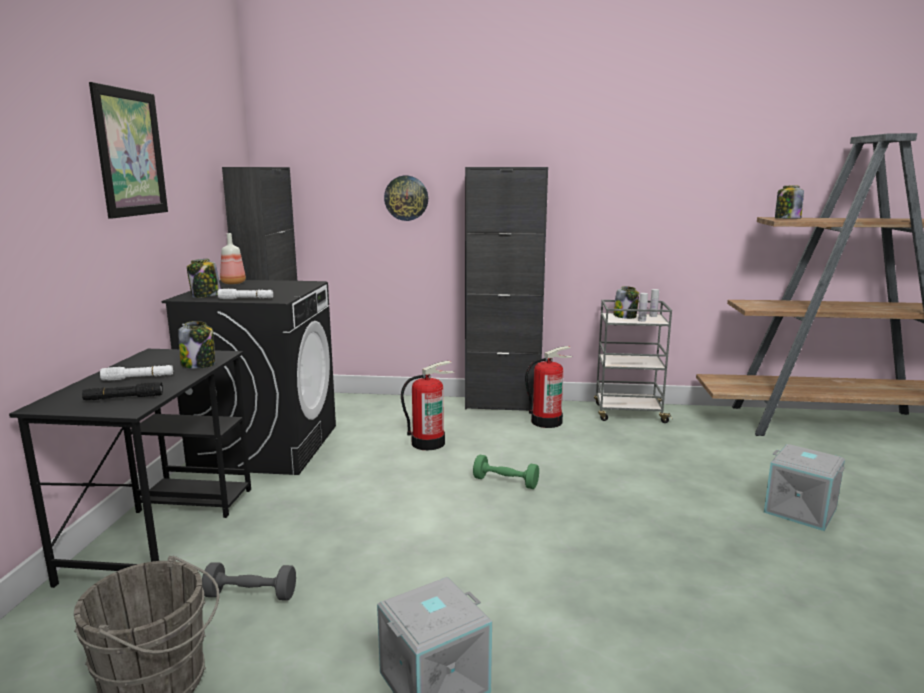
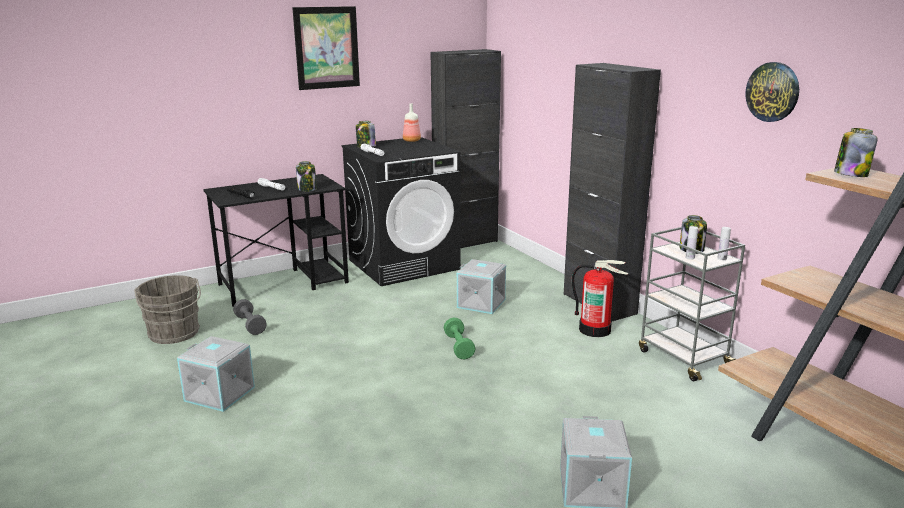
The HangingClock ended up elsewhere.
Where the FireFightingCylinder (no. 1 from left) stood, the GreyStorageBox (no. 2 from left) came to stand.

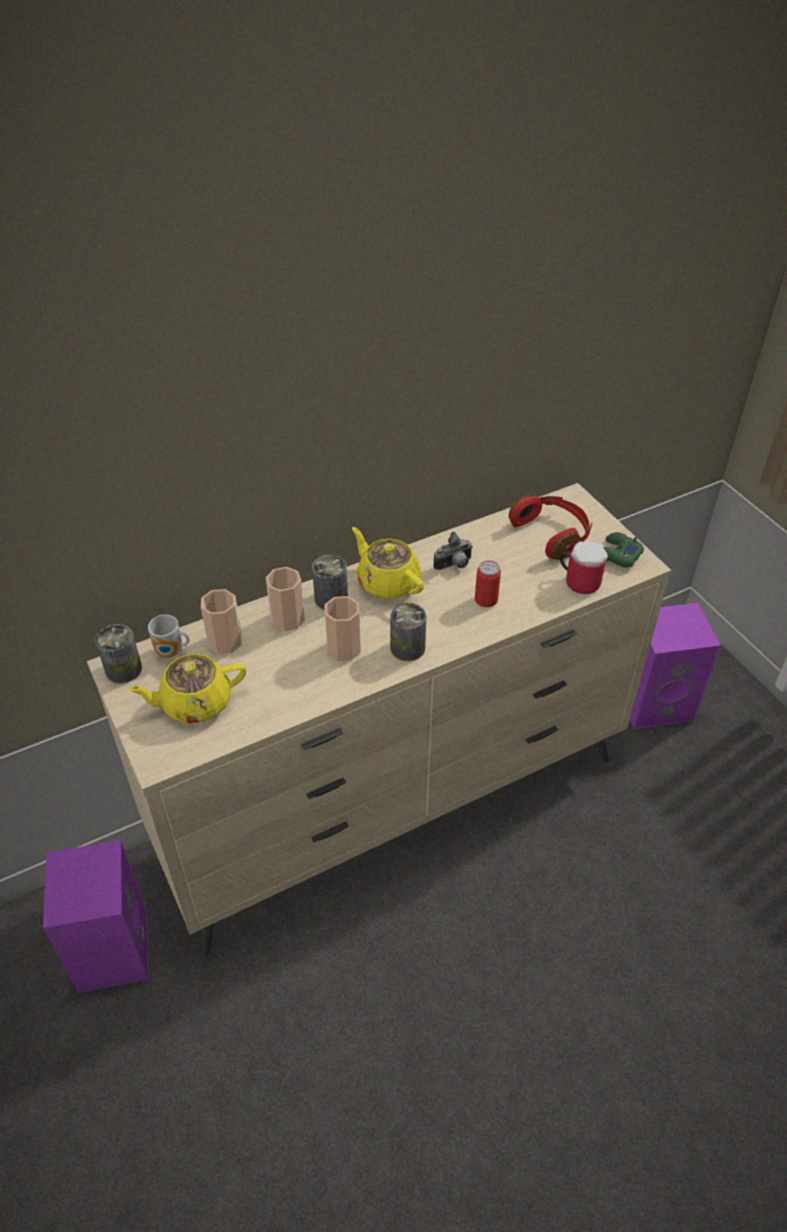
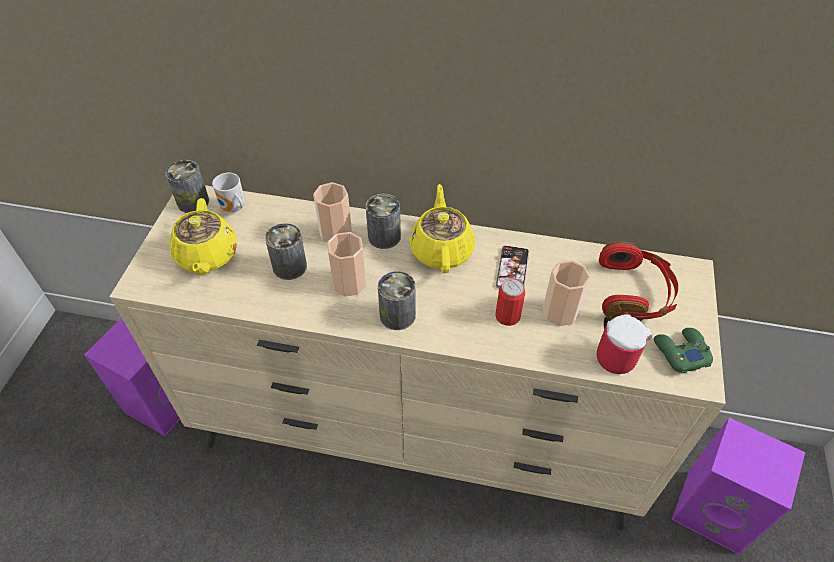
Where the StillCamera stood, the Handset came to stand.
The DrinkingCup (no. 1 from left in the first image) ended up elsewhere.
The YellowPotForTea (no. 1 from left) ended up facing another way, 120 degrees counterclockwise from before.
The second view gained the MetalCan (no. 2 from left).

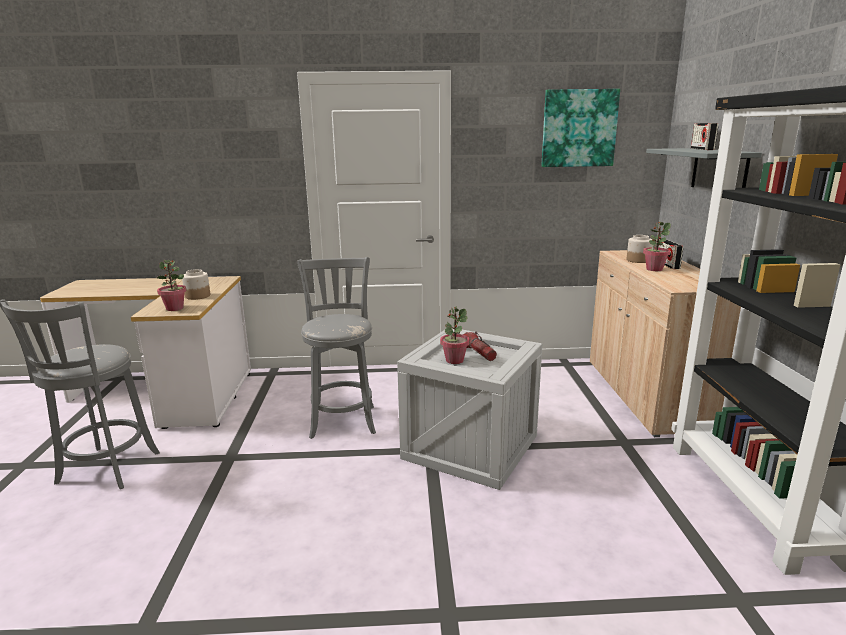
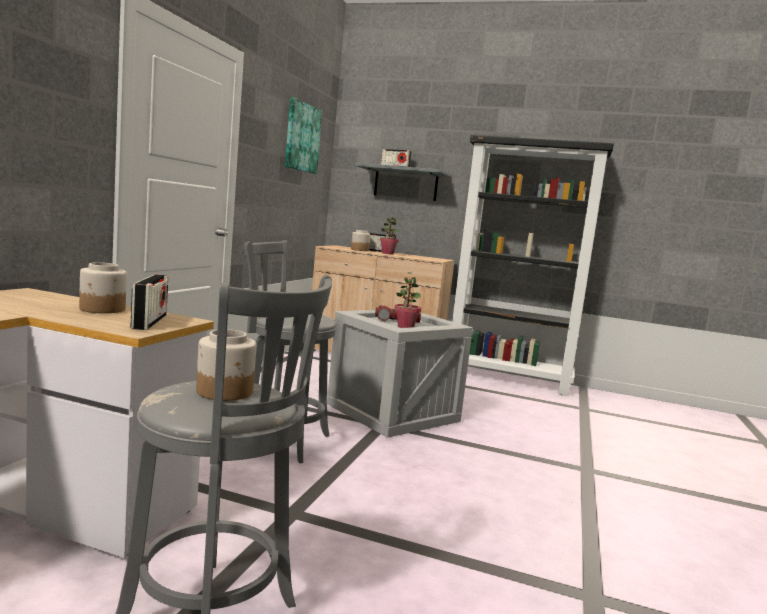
Where the PottedPlant (no. 1 from left) stood, the Radio (no. 1 from left) came to stand.
The second view gained the Jar (no. 2 from left).

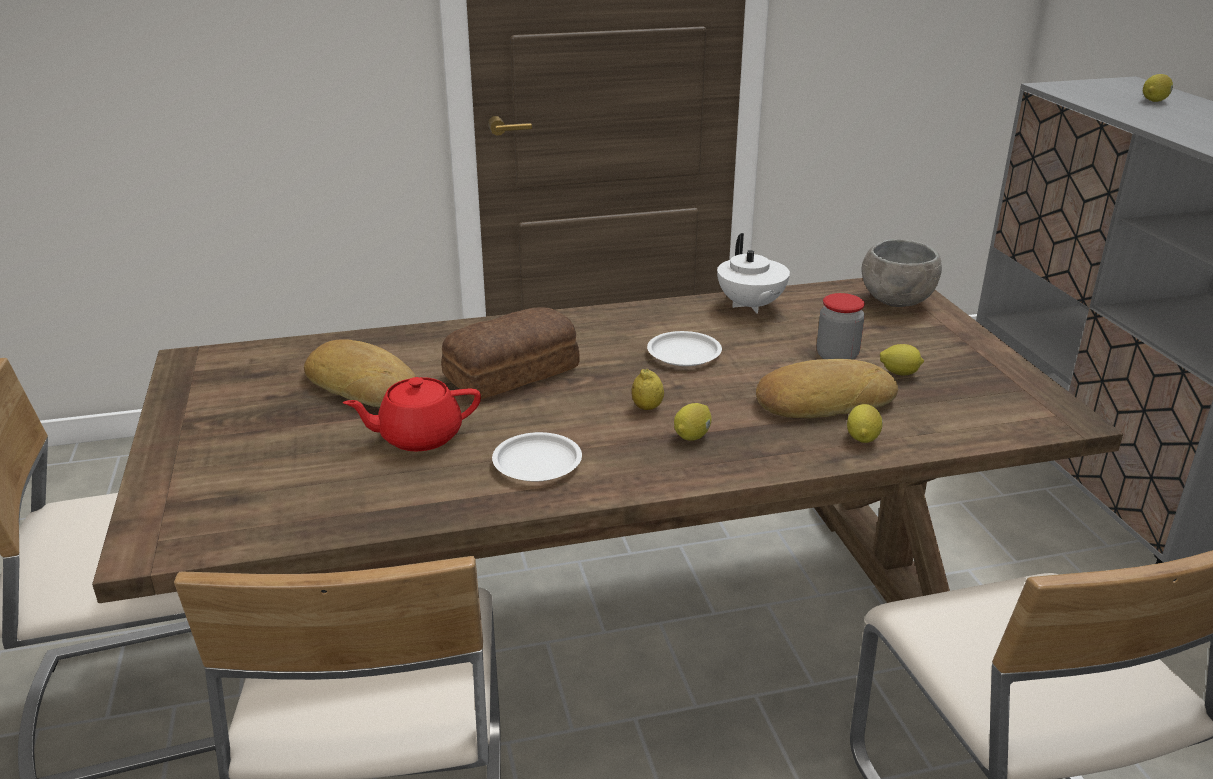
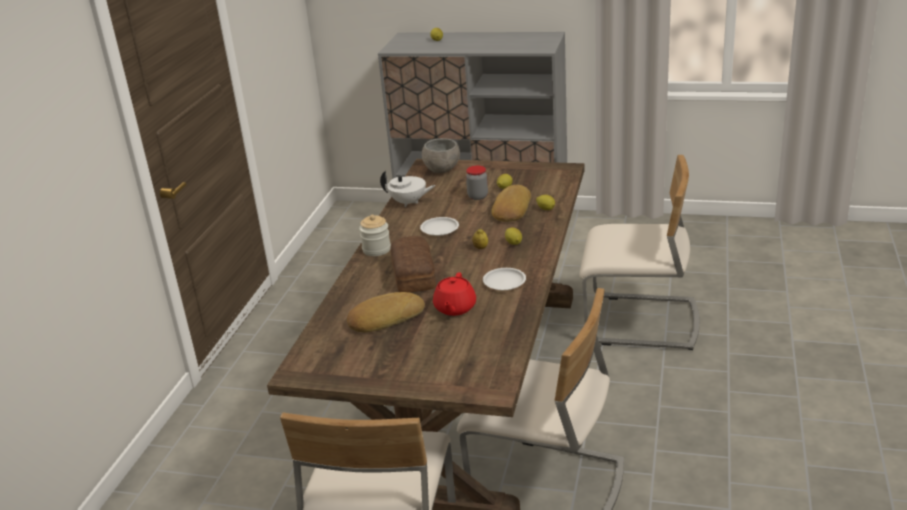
The second view gained the Jar (no. 1 from left).

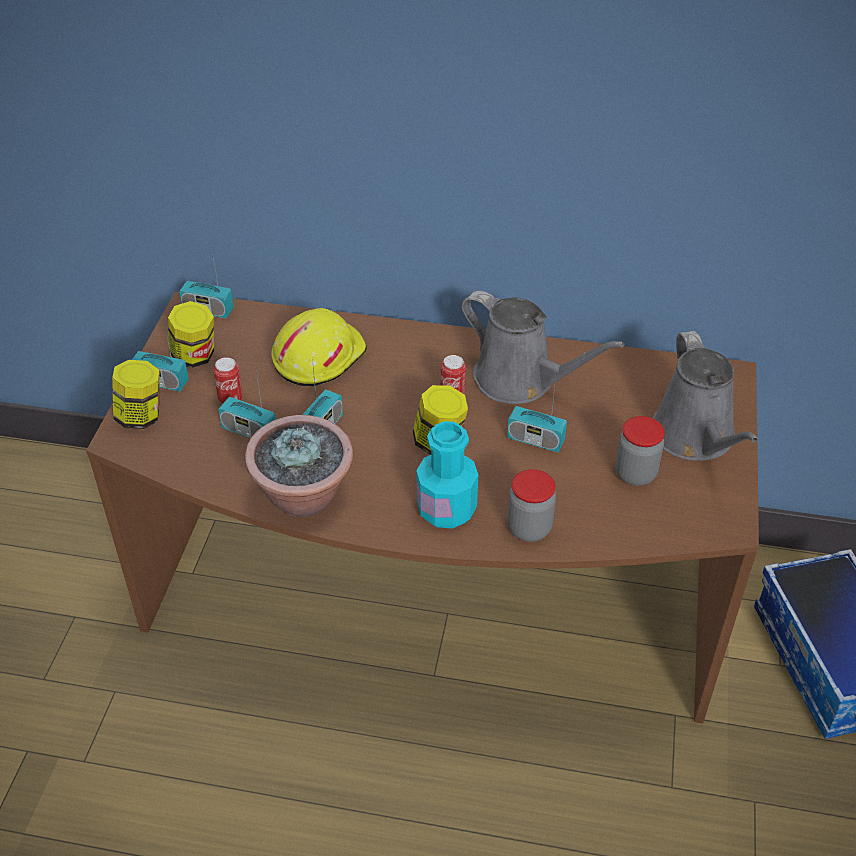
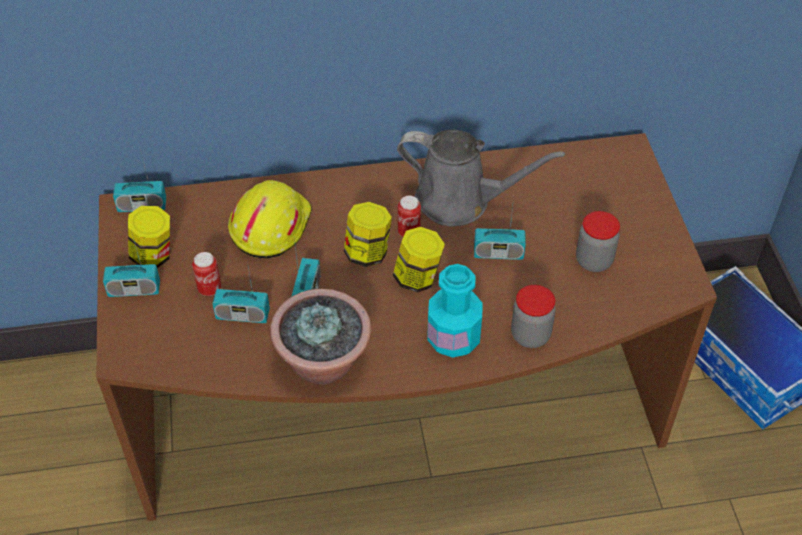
The second view lost the GreyWateringCan (no. 2 from left).
The Jar (no. 1 from left in the first image) ended up elsewhere.

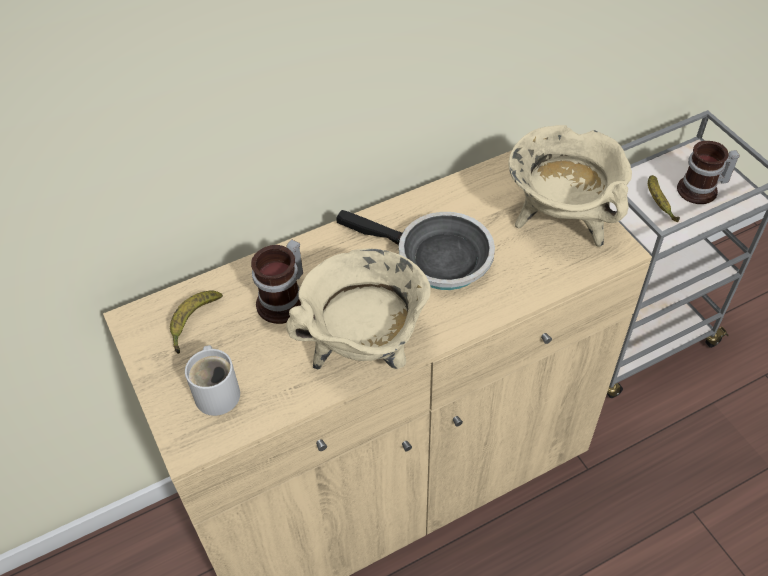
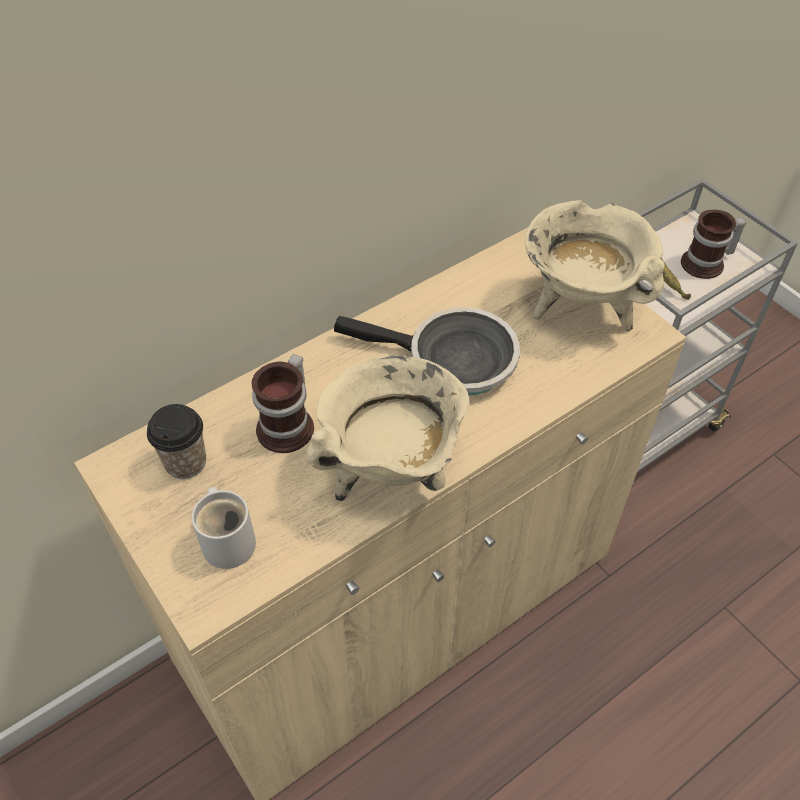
Where the Banana (no. 1 from left) stood, the DrinkingCup came to stand.

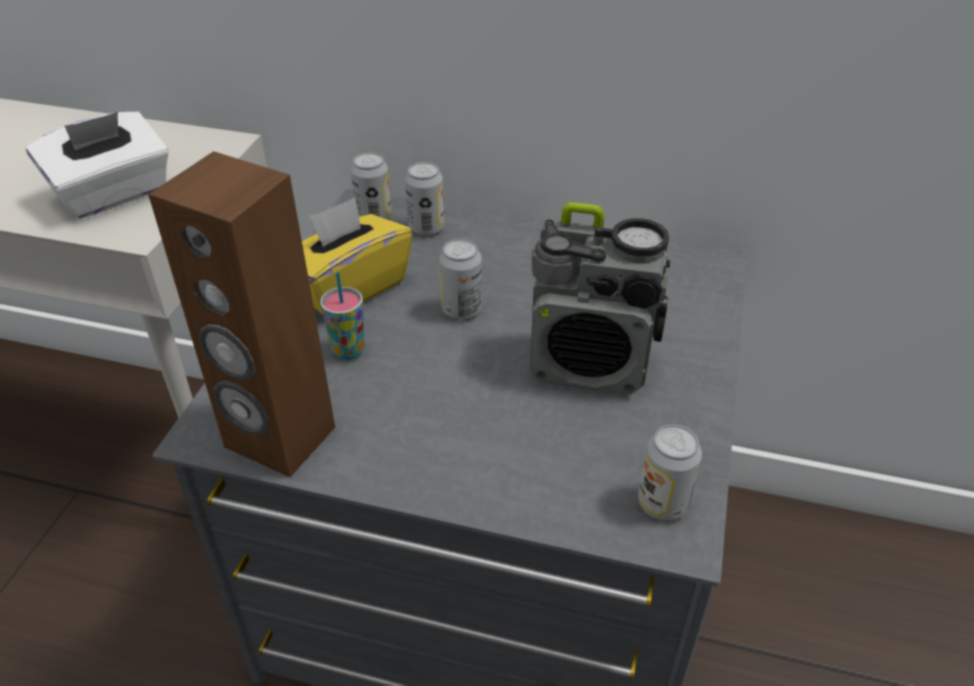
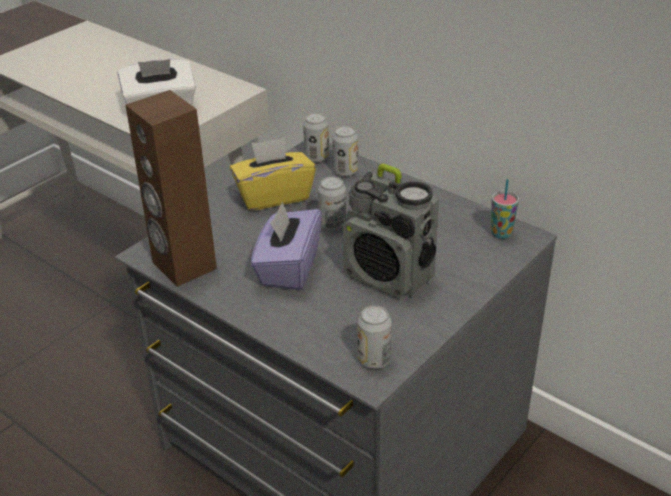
The DrinkingCup ended up elsewhere.
The second view gained the PurpleBoxOfTissues.

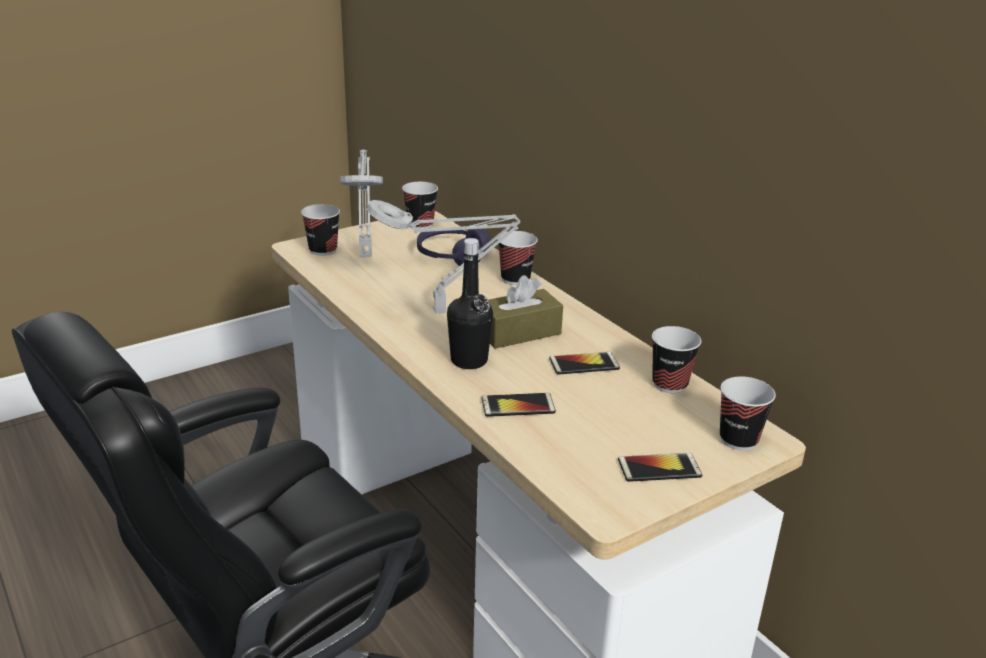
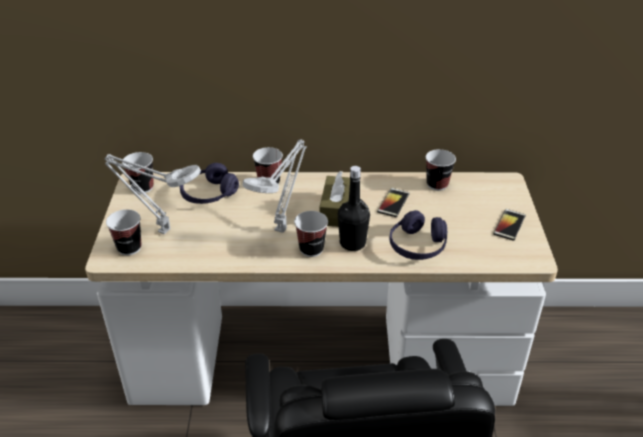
The DrinkingCup (no. 5 from left in the first image) ended up elsewhere.
Where the Handset (no. 1 from left) stood, the PurpleHeadset (no. 2 from left) came to stand.

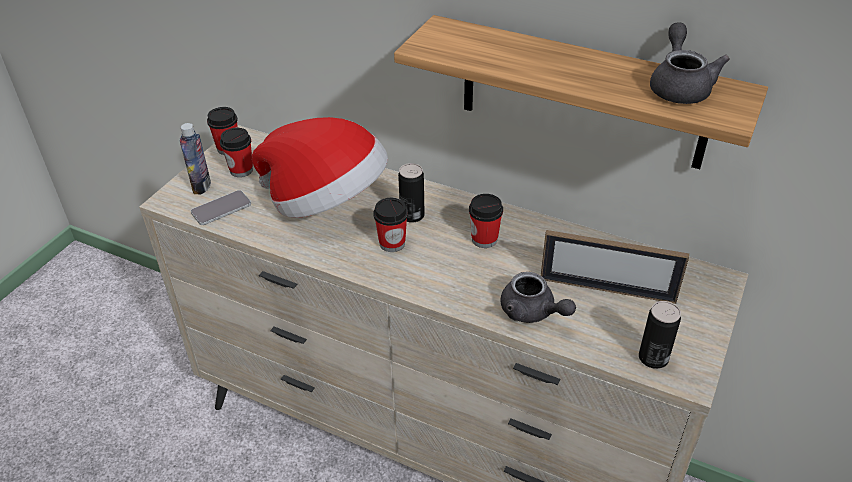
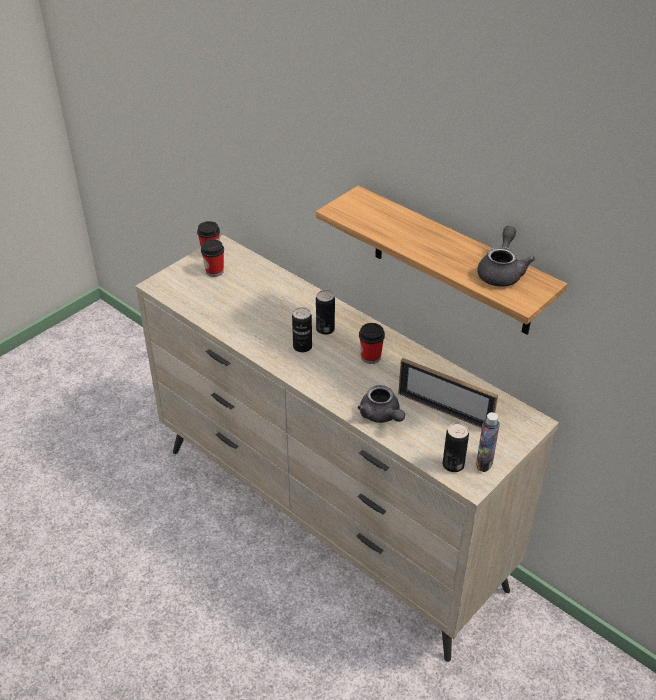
The second view lost the WearableHat.
The Bottle ended up elsewhere.
The second view lost the Handset.
Where the DrinkingCup (no. 3 from left) stood, the MetalCan (no. 1 from left) came to stand.

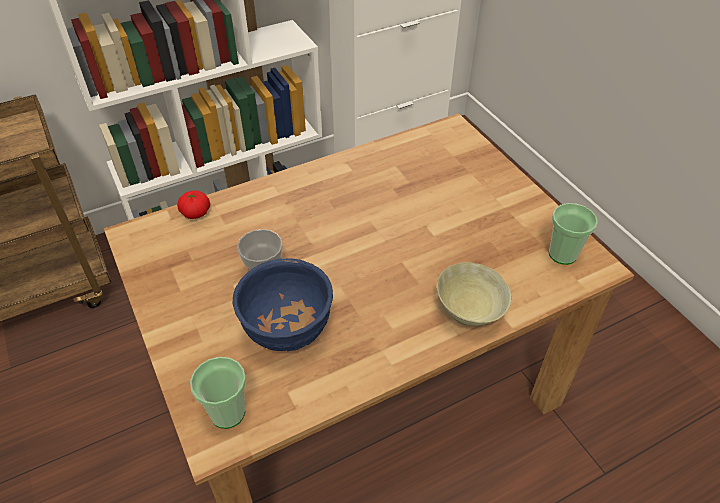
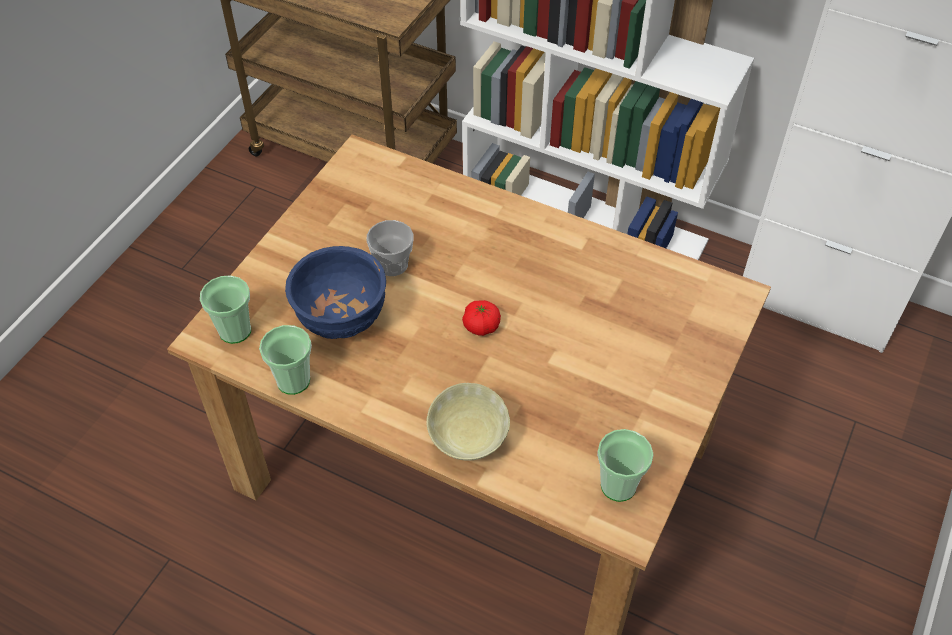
The WholeTomato ended up elsewhere.
The second view gained the DrinkingCup (no. 2 from left).

